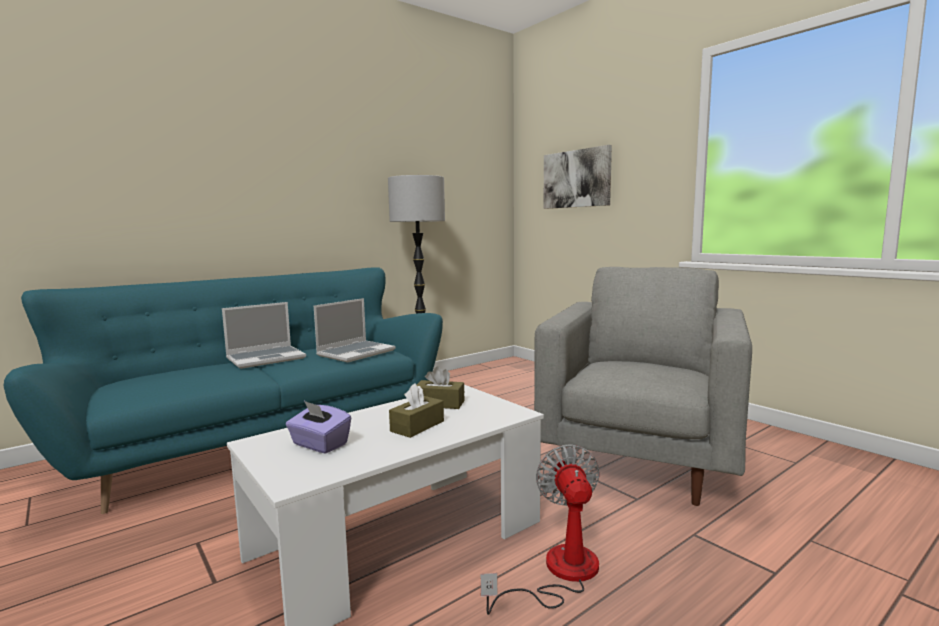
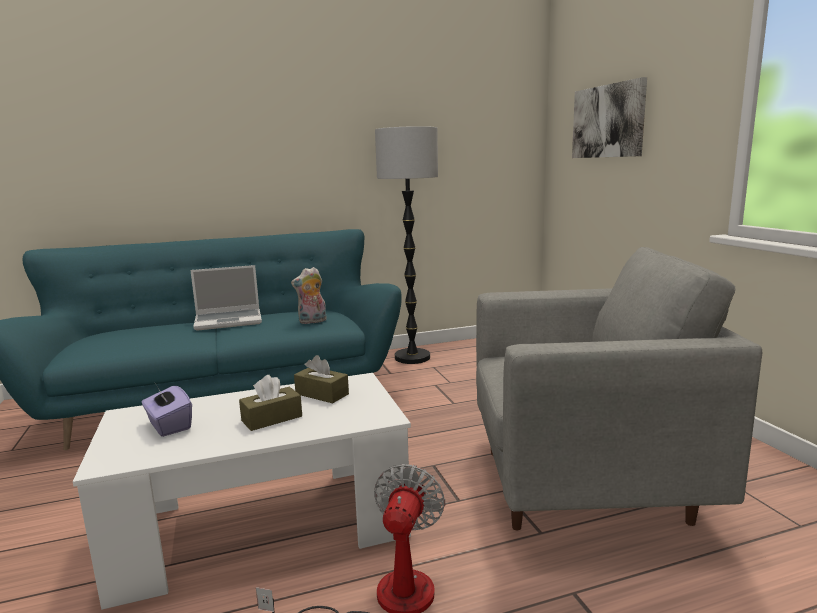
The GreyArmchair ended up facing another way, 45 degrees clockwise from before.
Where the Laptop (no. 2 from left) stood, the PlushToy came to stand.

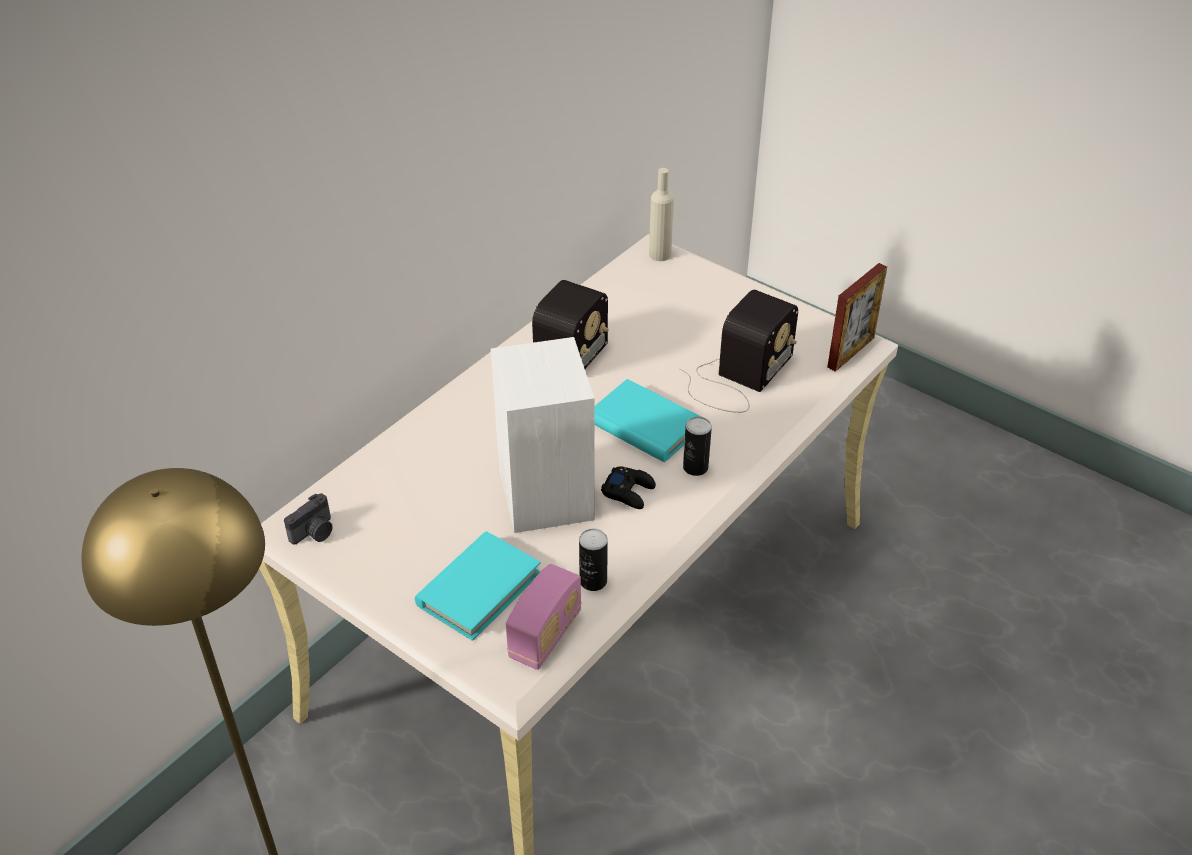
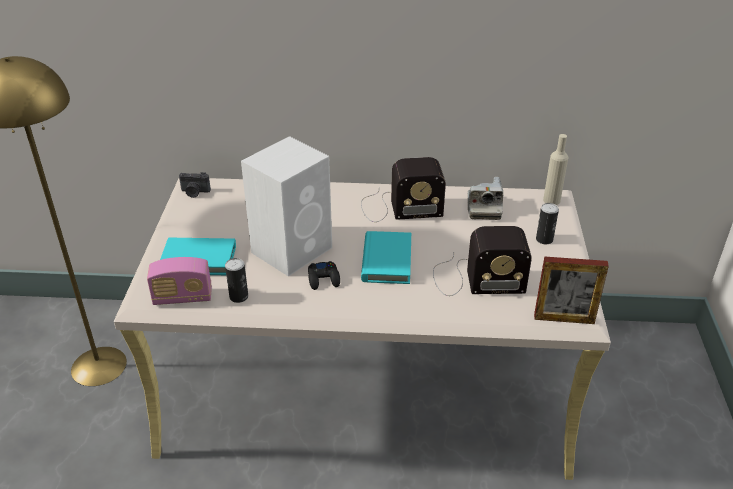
The MetalCan (no. 2 from left) ended up elsewhere.
The second view gained the StillCamera (no. 2 from left).

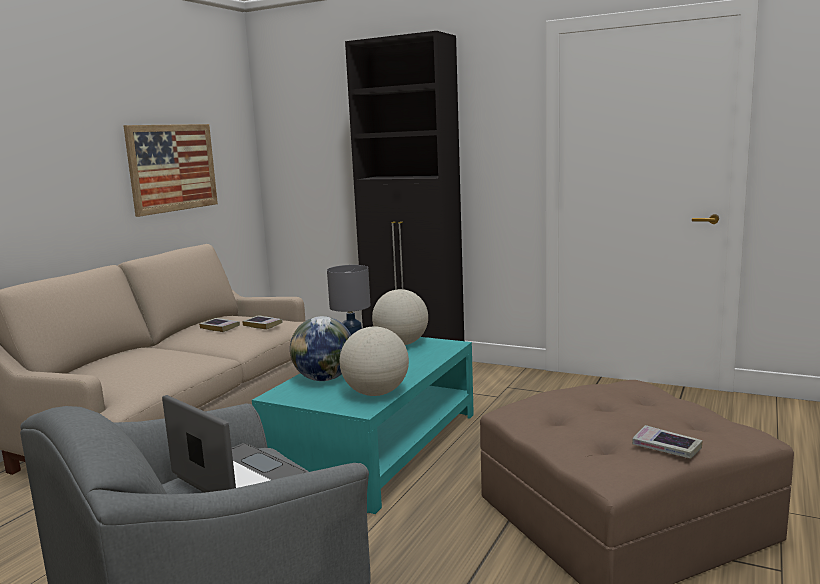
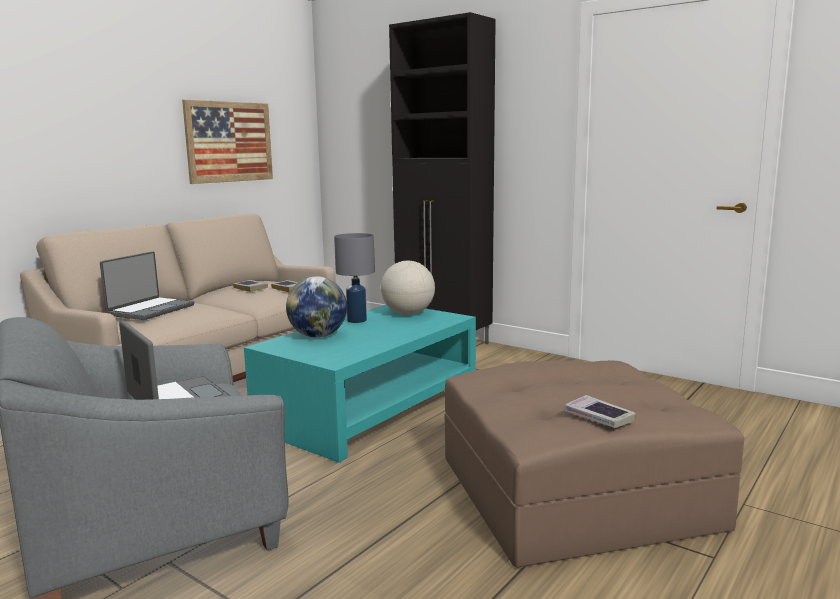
The second view lost the DeskGlobe (no. 2 from left).
The second view gained the Laptop (no. 1 from left).

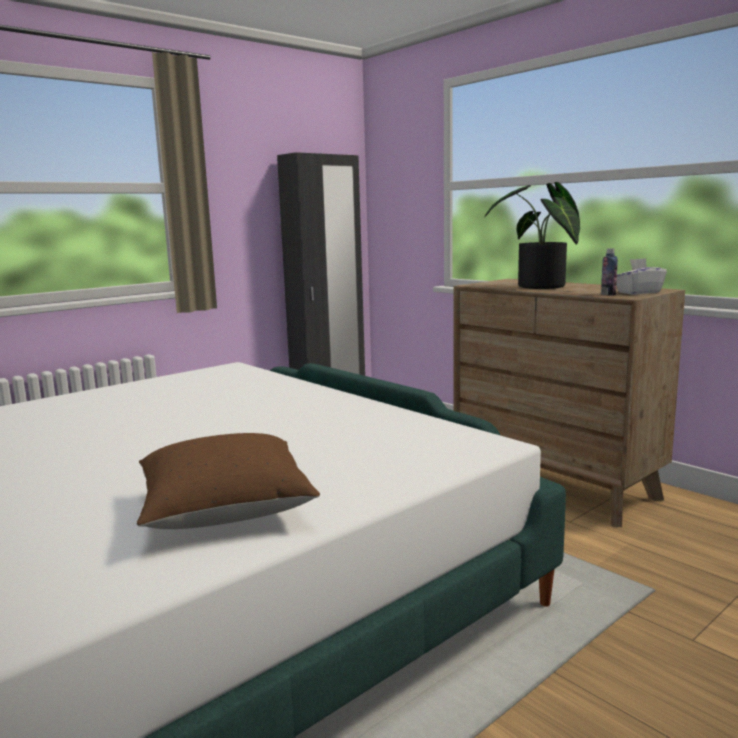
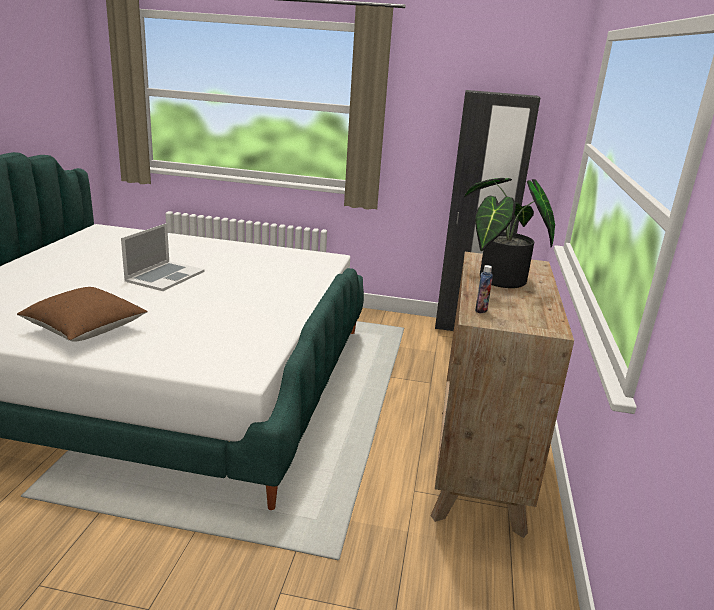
The second view lost the WhitishBoxOfTissues.
The second view gained the Laptop.

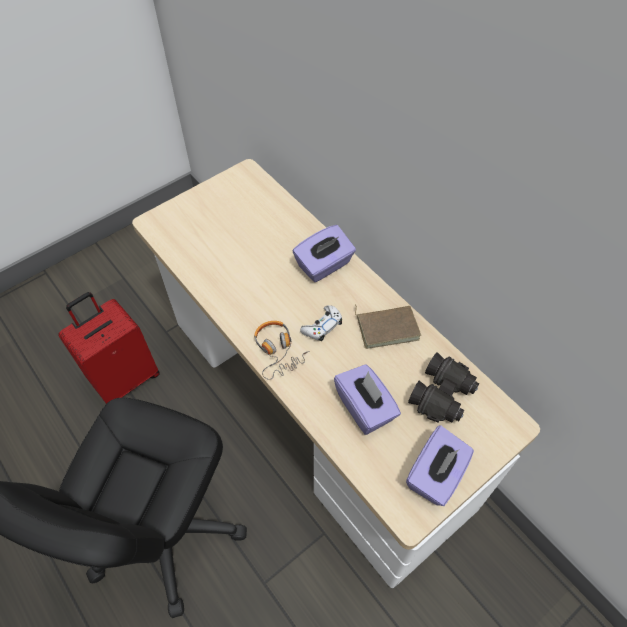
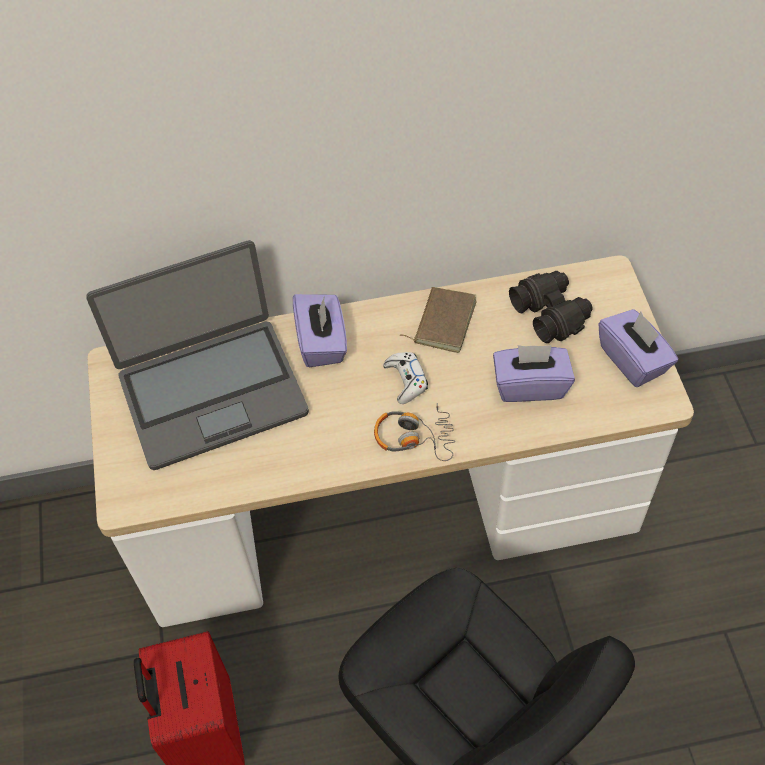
The second view gained the Laptop.

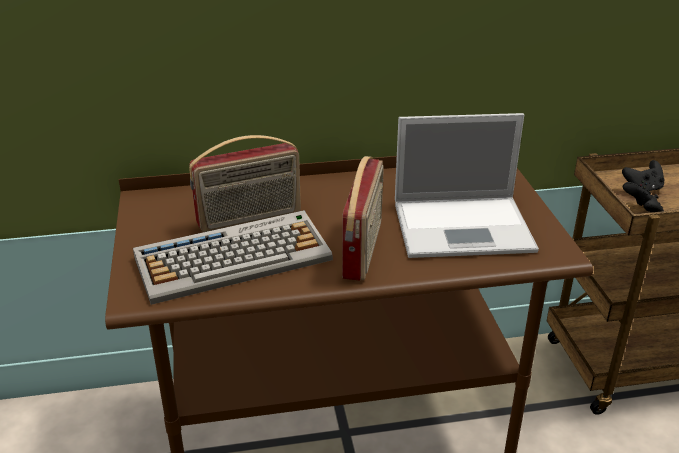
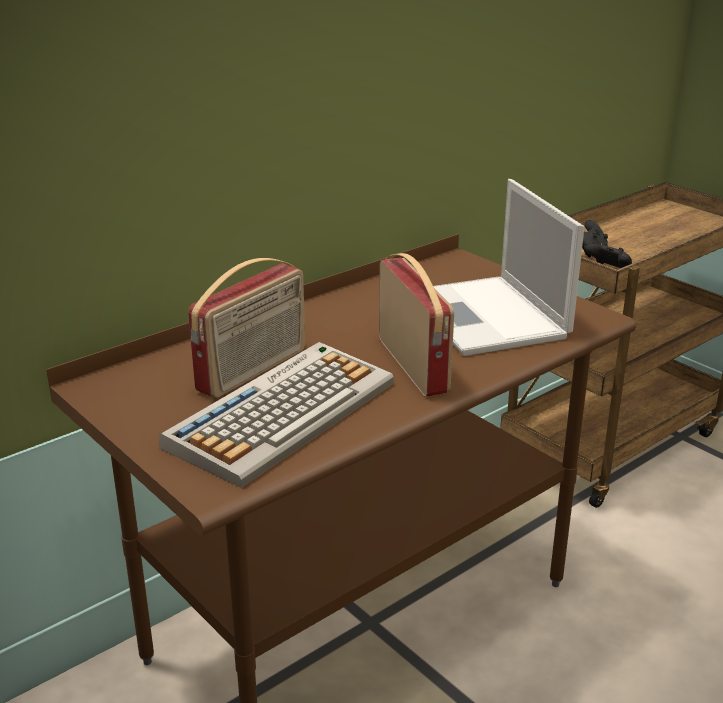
The Laptop ended up facing another way, 105 degrees clockwise from before.

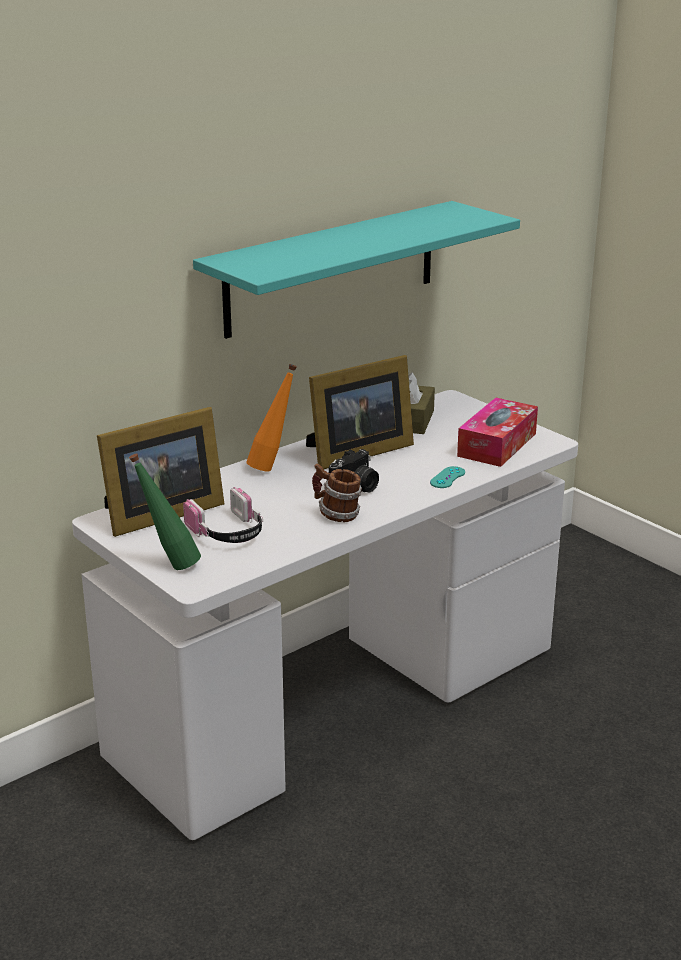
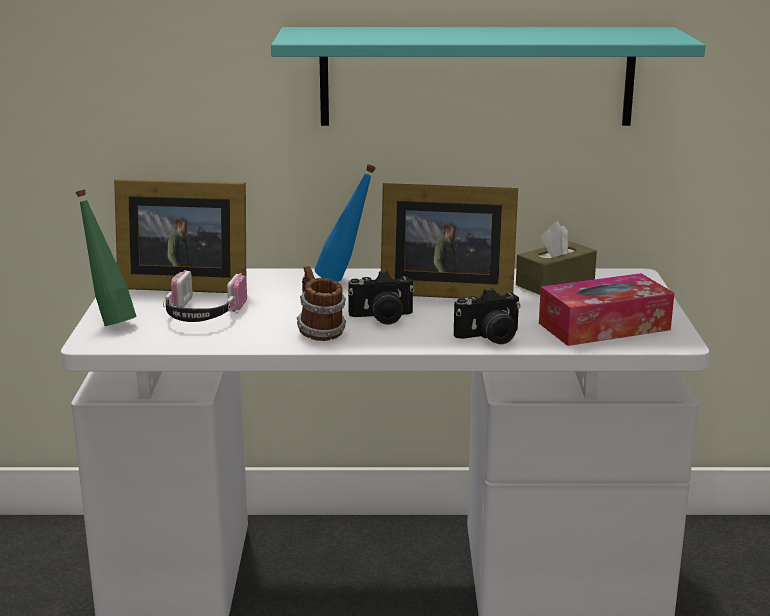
What was the OrangeBottle turned into the BlueBottle.
Where the TurquoiseColouredGameController stood, the StillCamera (no. 2 from left) came to stand.

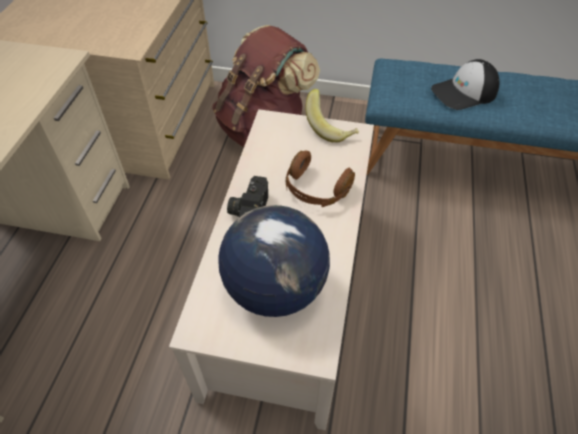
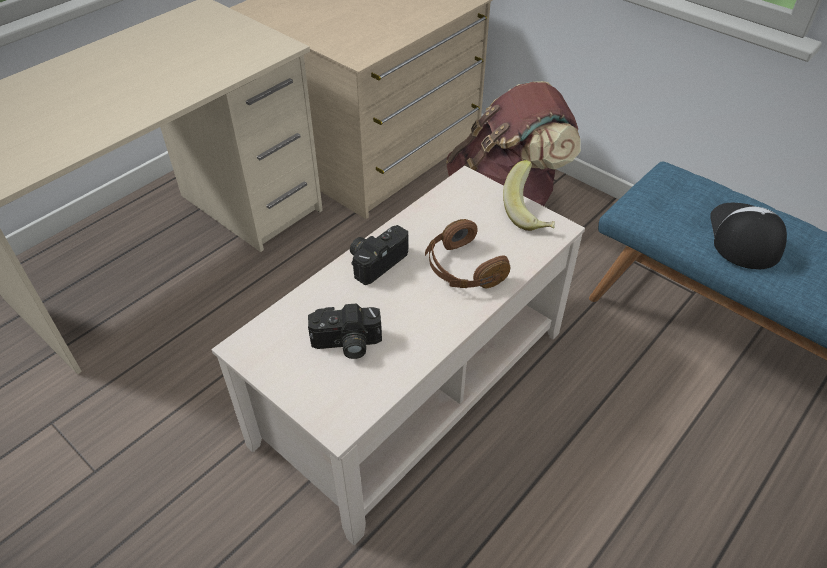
The BaseballCap ended up facing another way, 90 degrees clockwise from before.
Where the DeskGlobe stood, the StillCamera (no. 1 from left) came to stand.

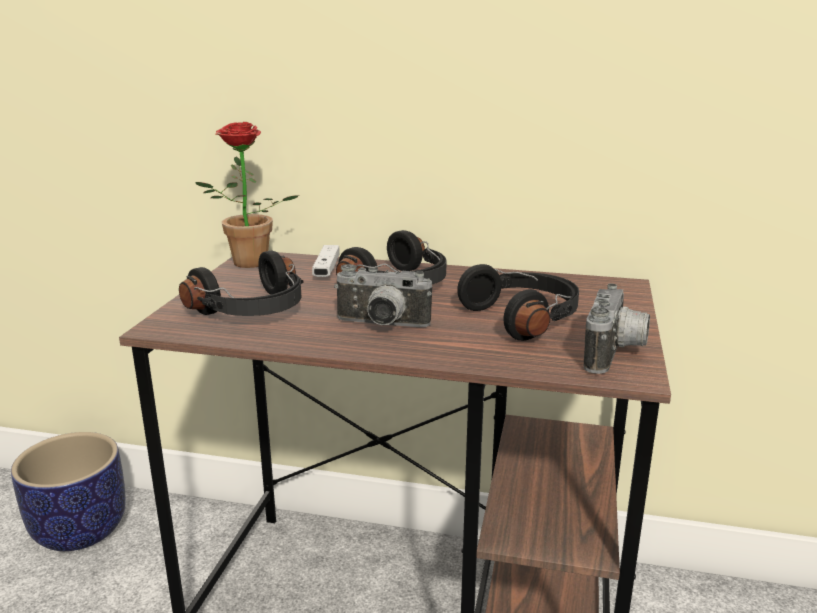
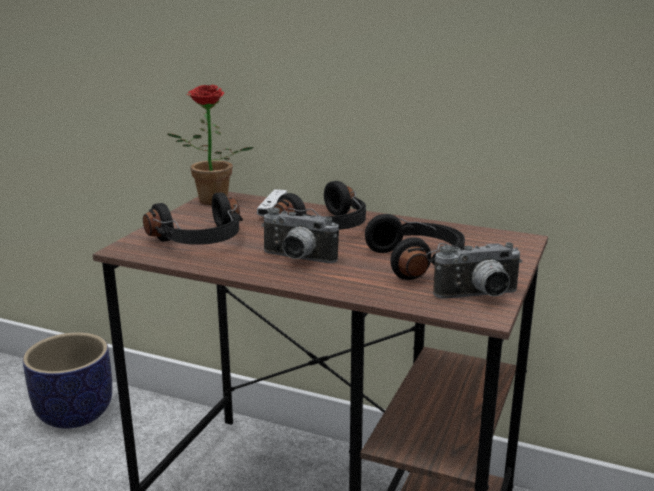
The StillCamera (no. 2 from left) ended up facing another way, 45 degrees clockwise from before.

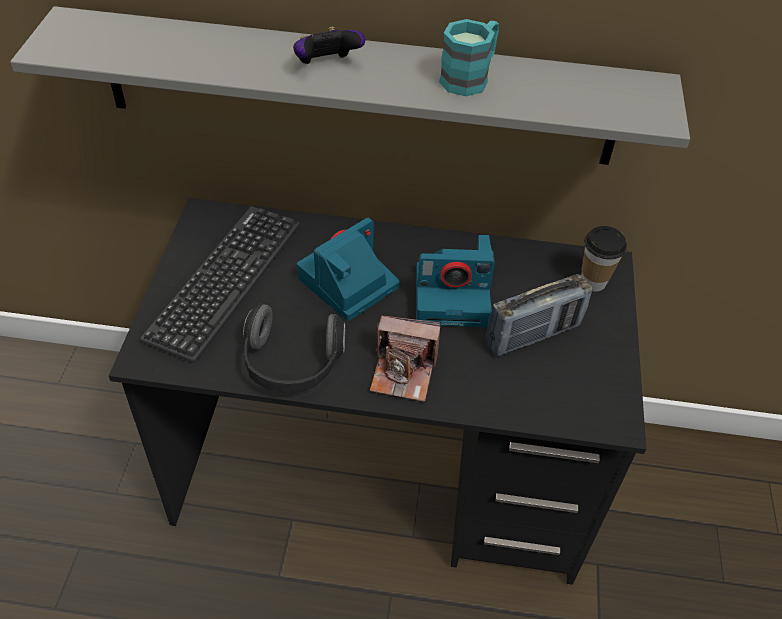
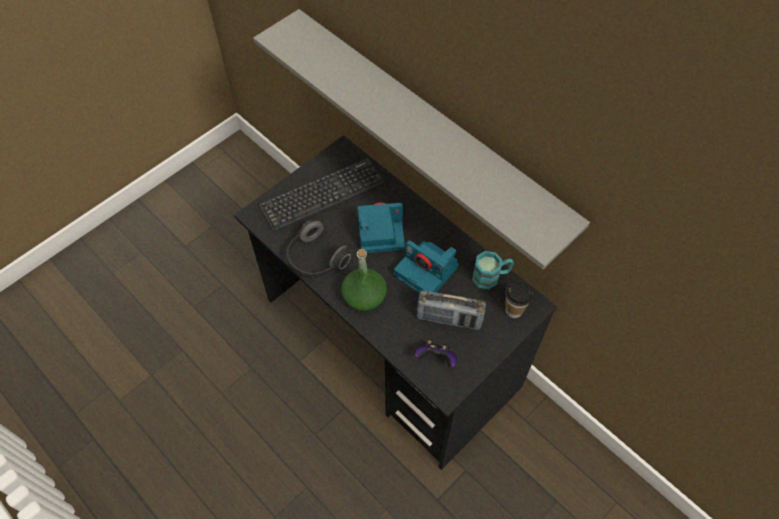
The TurquoiseColouredMug ended up elsewhere.
The GameController ended up elsewhere.
Where the StillCamera (no. 2 from left) stood, the GreenColouredBottle came to stand.

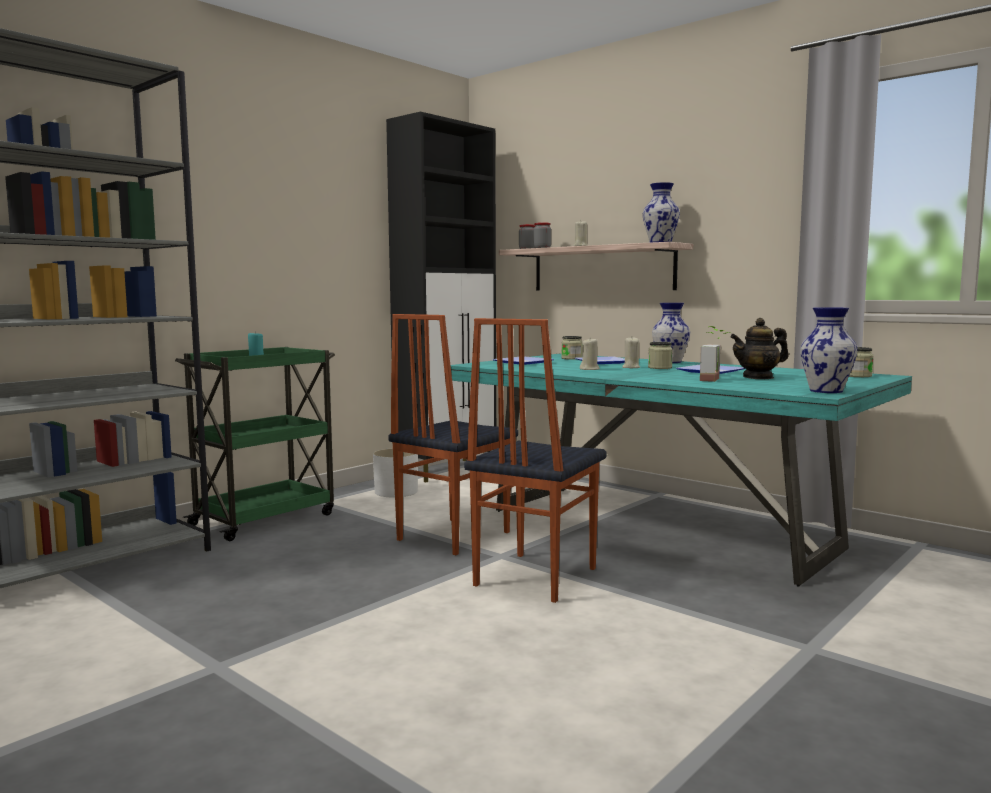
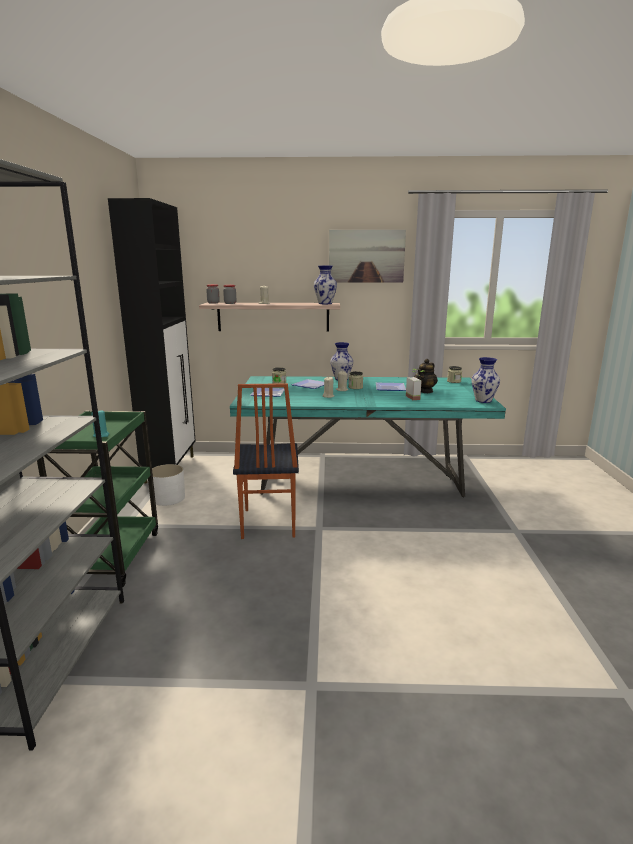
The second view lost the Chair (no. 2 from left).
The second view gained the Picture.

